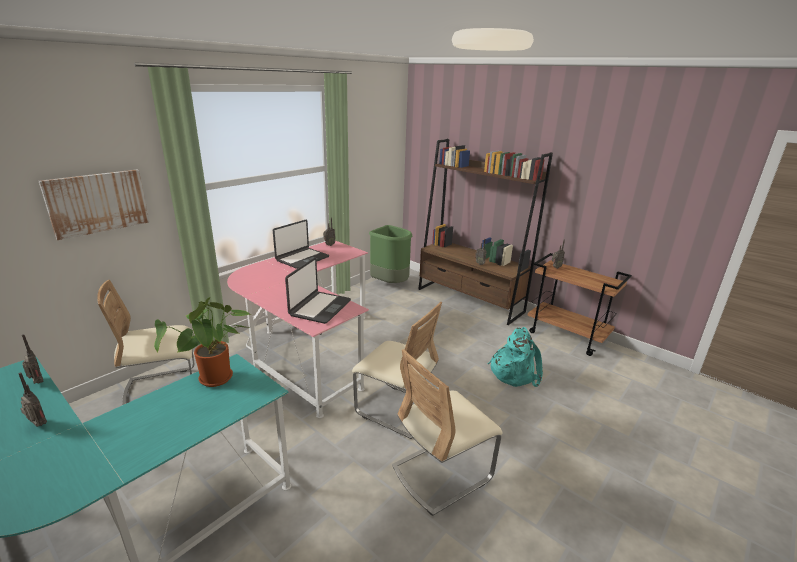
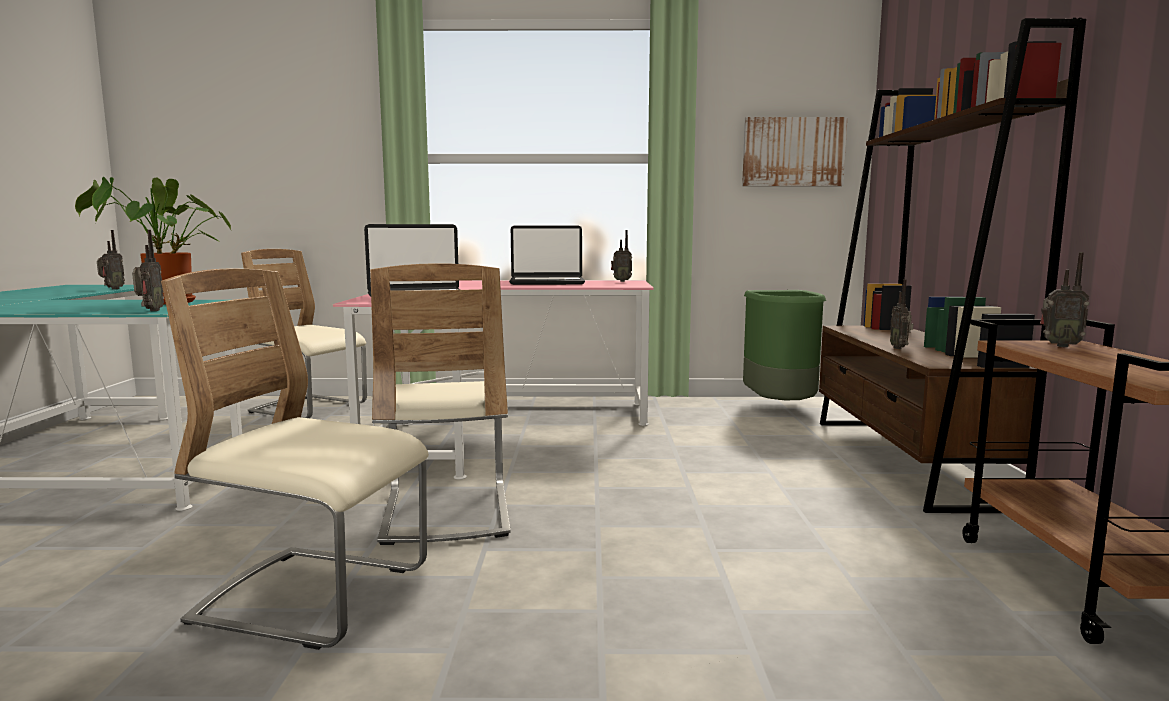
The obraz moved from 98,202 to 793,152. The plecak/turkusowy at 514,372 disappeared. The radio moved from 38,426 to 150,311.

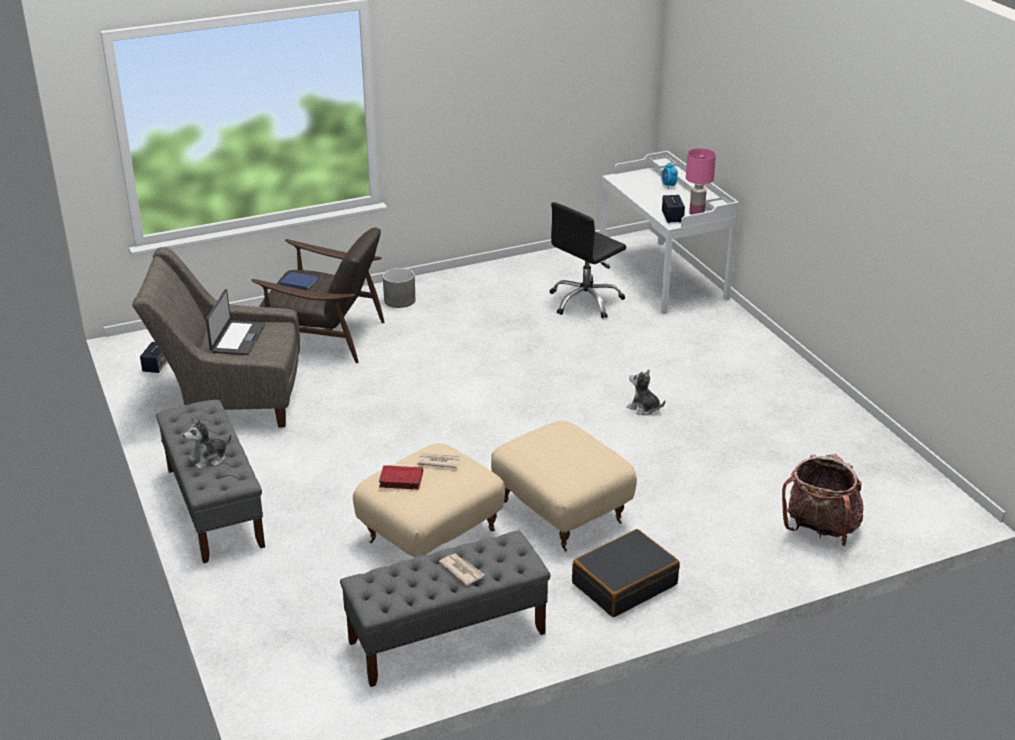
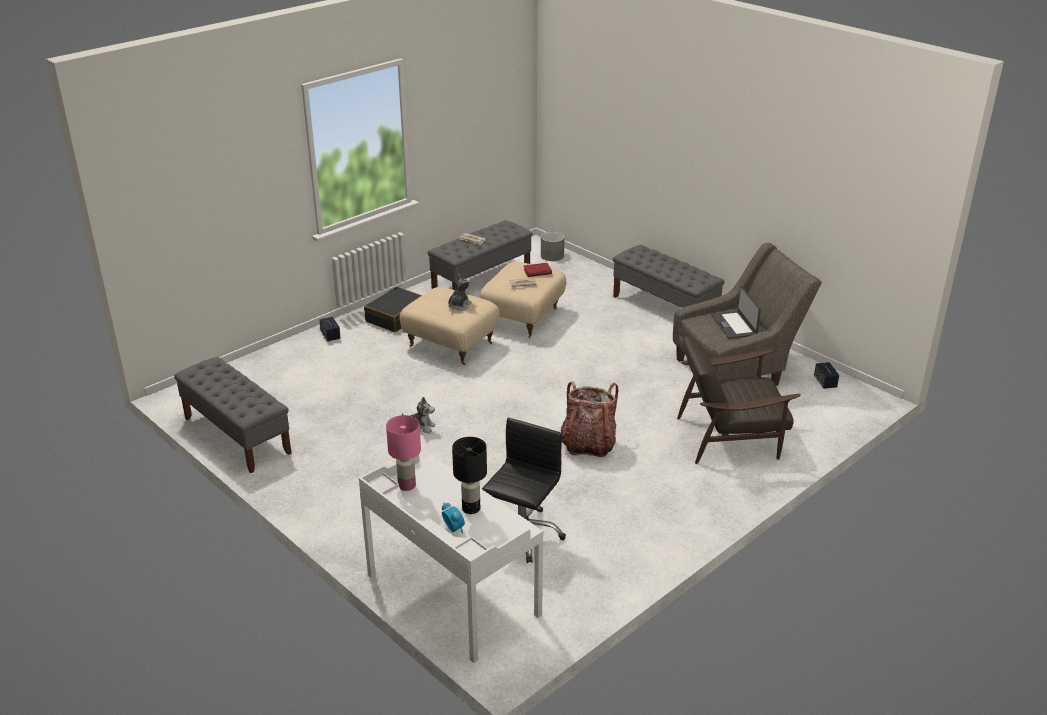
The głośnik moved from 672,217 to 330,336. The donica/szary moved from 399,300 to 552,256. The książka/niebieski at 298,282 disappeared. The pluszak moved from 209,459 to 459,305. The plecak moved from 820,529 to 588,444. The ławka/szary at 236,435 appeared. The lampa stołowa/czarny at 470,508 appeared.

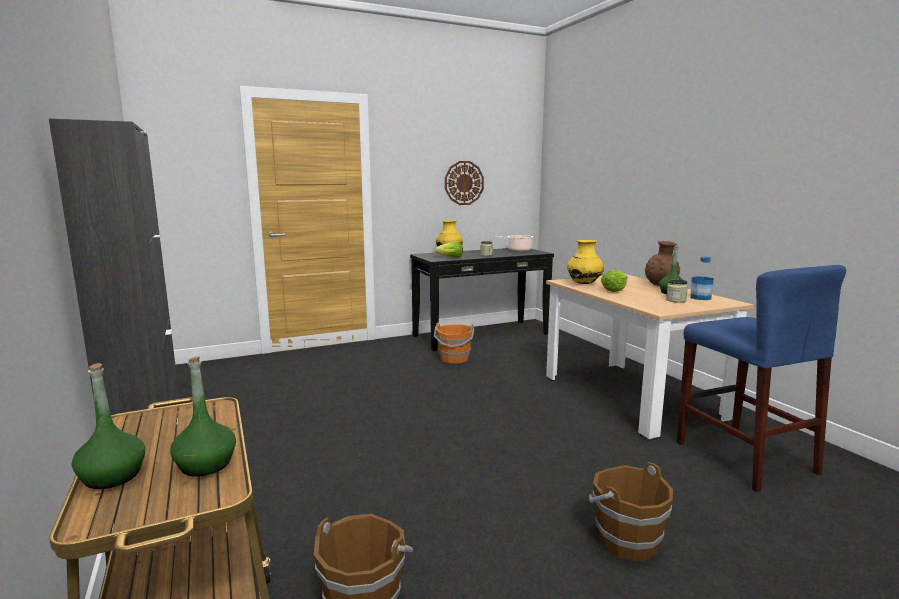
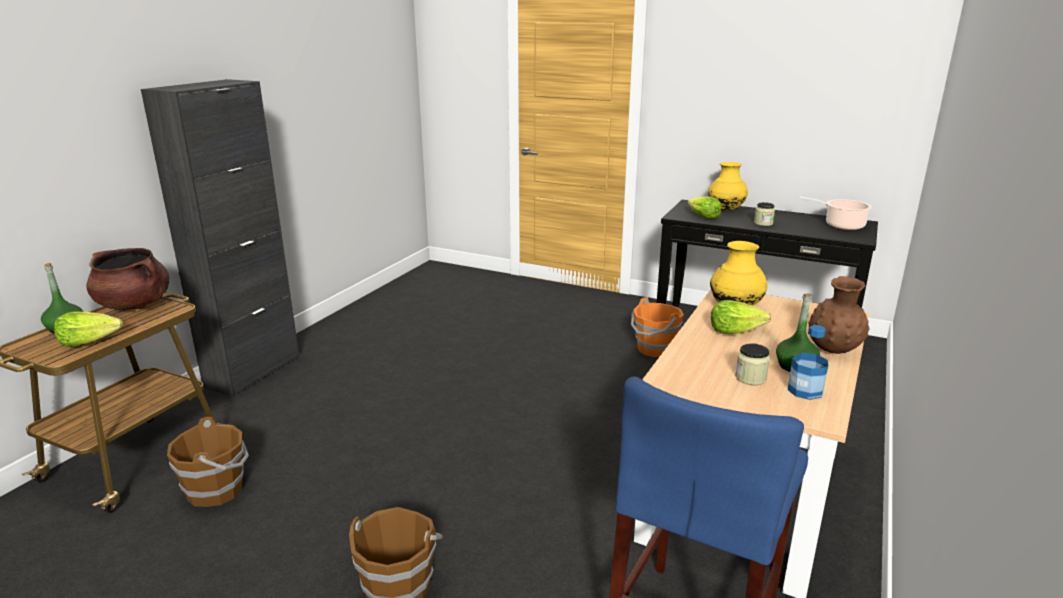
The zegar ścienny at 464,183 disappeared. The butelka/zielony at 205,465 was replaced by the sałata at 90,341. The garnek/brązowy at 135,305 appeared.

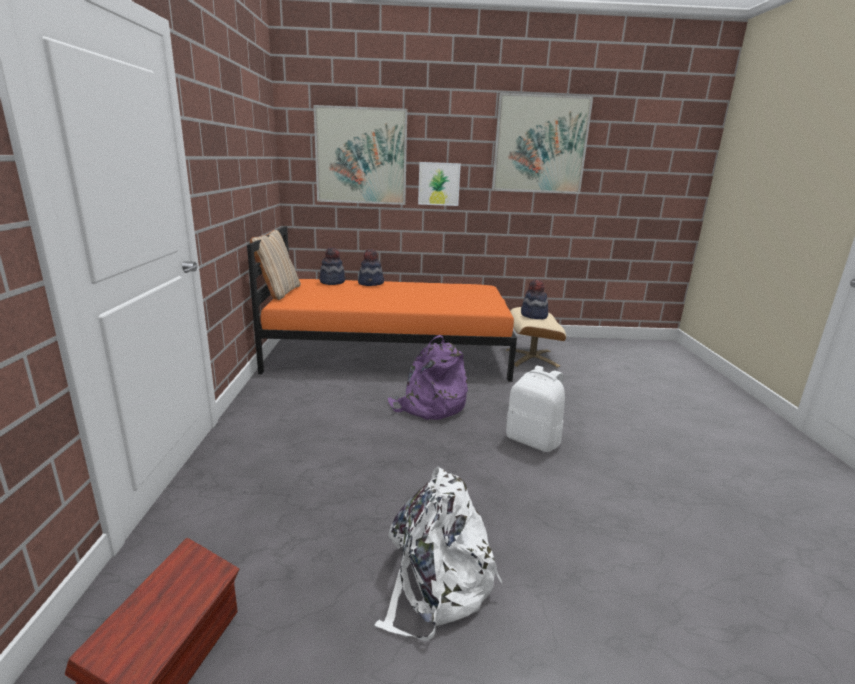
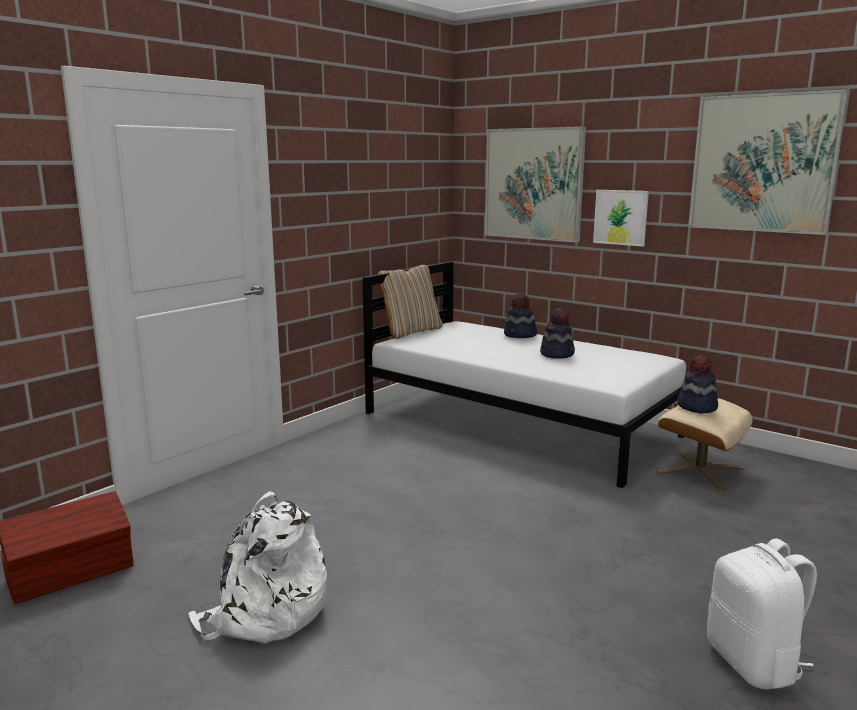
The łóżko/pomarańczowy at 389,353 became the łóżko/biały at 519,423. The kapelusz moved from 332,282 to 557,354. The plecak/fioletowy at 429,406 disappeared. The plecak/biały moved from 533,440 to 754,663.

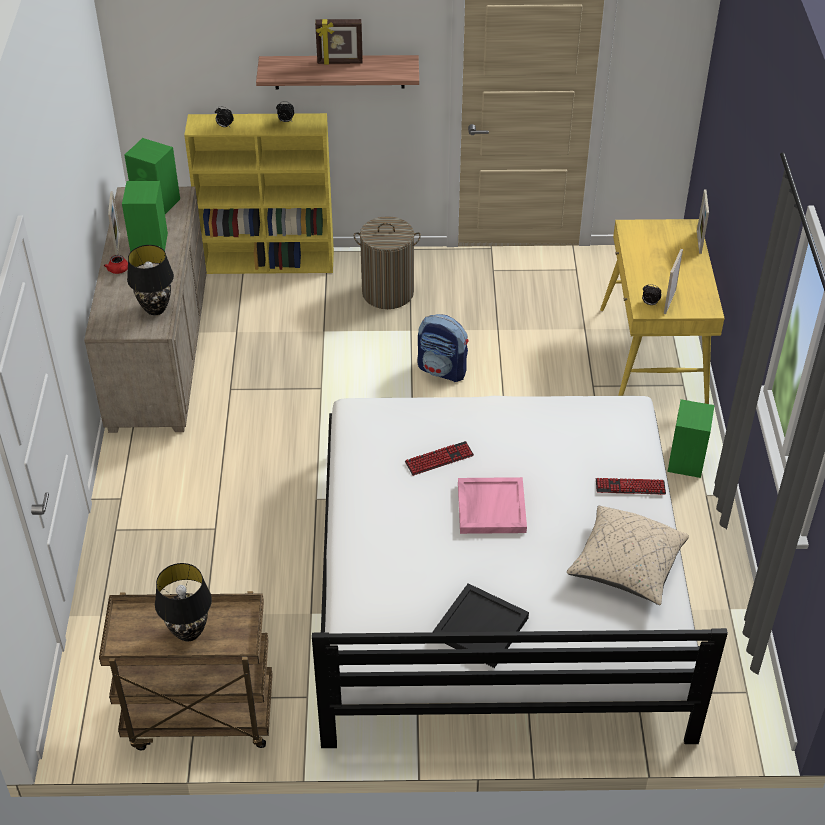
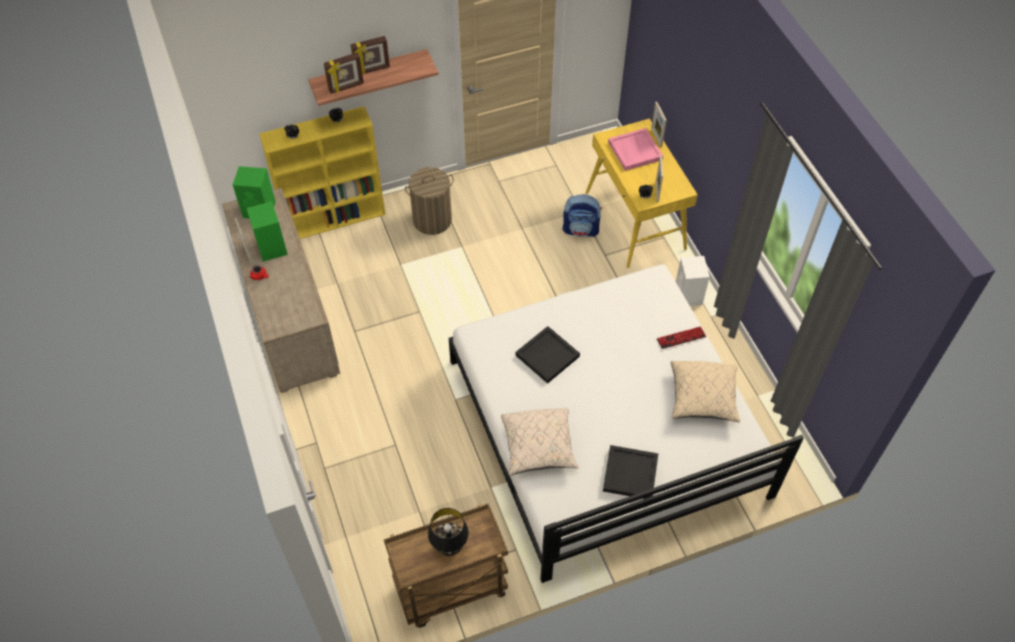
The lampa stołowa/czarny at 156,309 disappeared. The plecak moved from 443,370 to 581,230. The głośnik/zielony at 686,462 became the głośnik/biały at 688,296. The klawiatura at 439,459 was replaced by the taca/czarny at 547,355. The taca/różowy moved from 490,507 to 634,150. The ramka na zdjęcie at 346,87 appeared. The poduszka/beżowy at 538,447 appeared.

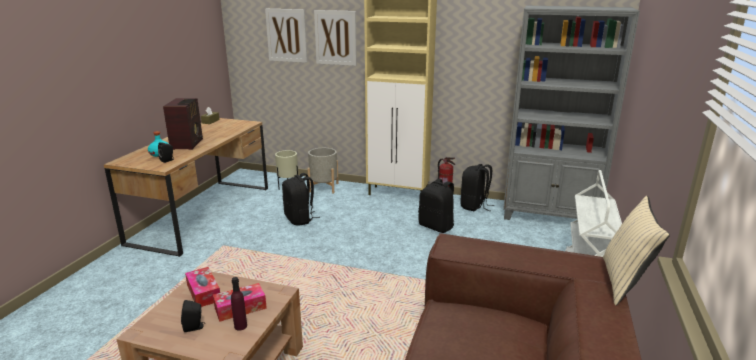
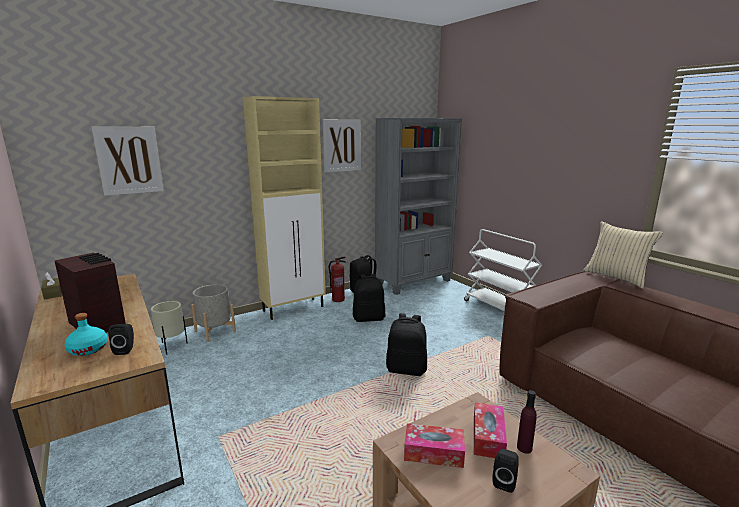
The obraz moved from 335,38 to 342,145. The plecak/czarny moved from 300,219 to 406,369.

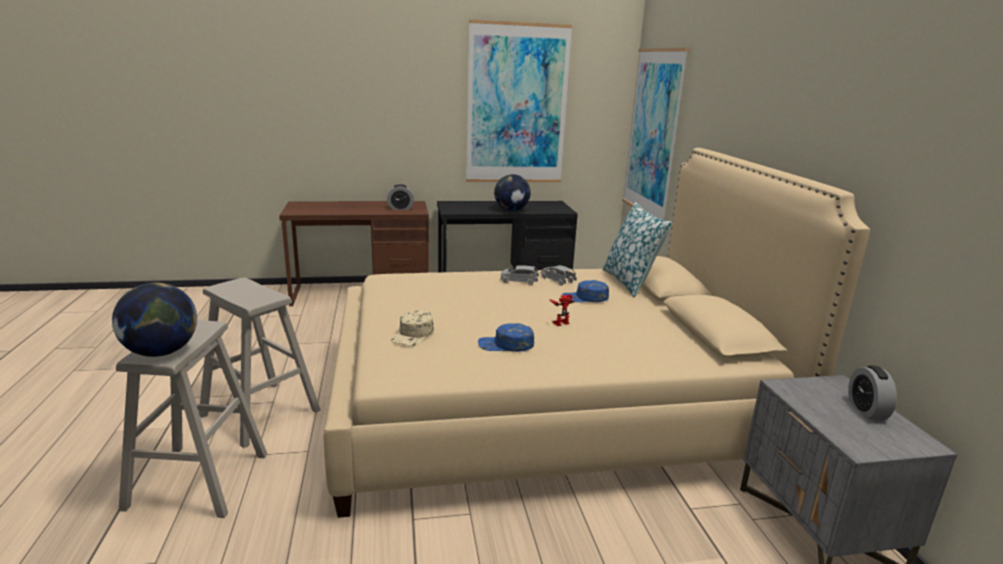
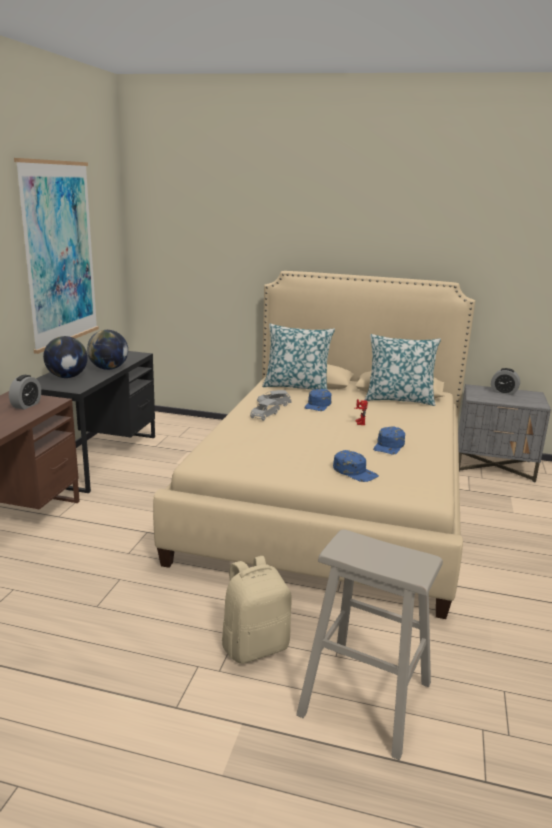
The obraz at 653,134 disappeared. The stołek/beżowy at 261,413 was replaced by the plecak/beżowy at 255,646. The globus moved from 161,352 to 67,377. The czapka z daszkiem/beżowy at 413,335 became the czapka z daszkiem/niebieski at 355,472. The poduszka at 399,399 appeared.

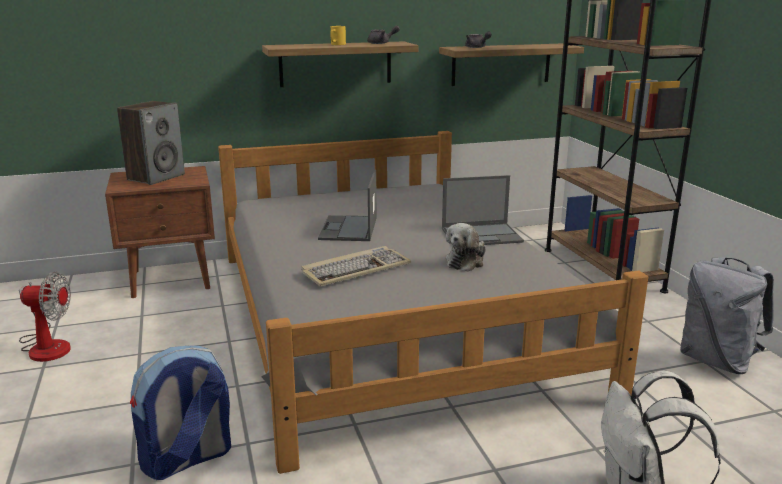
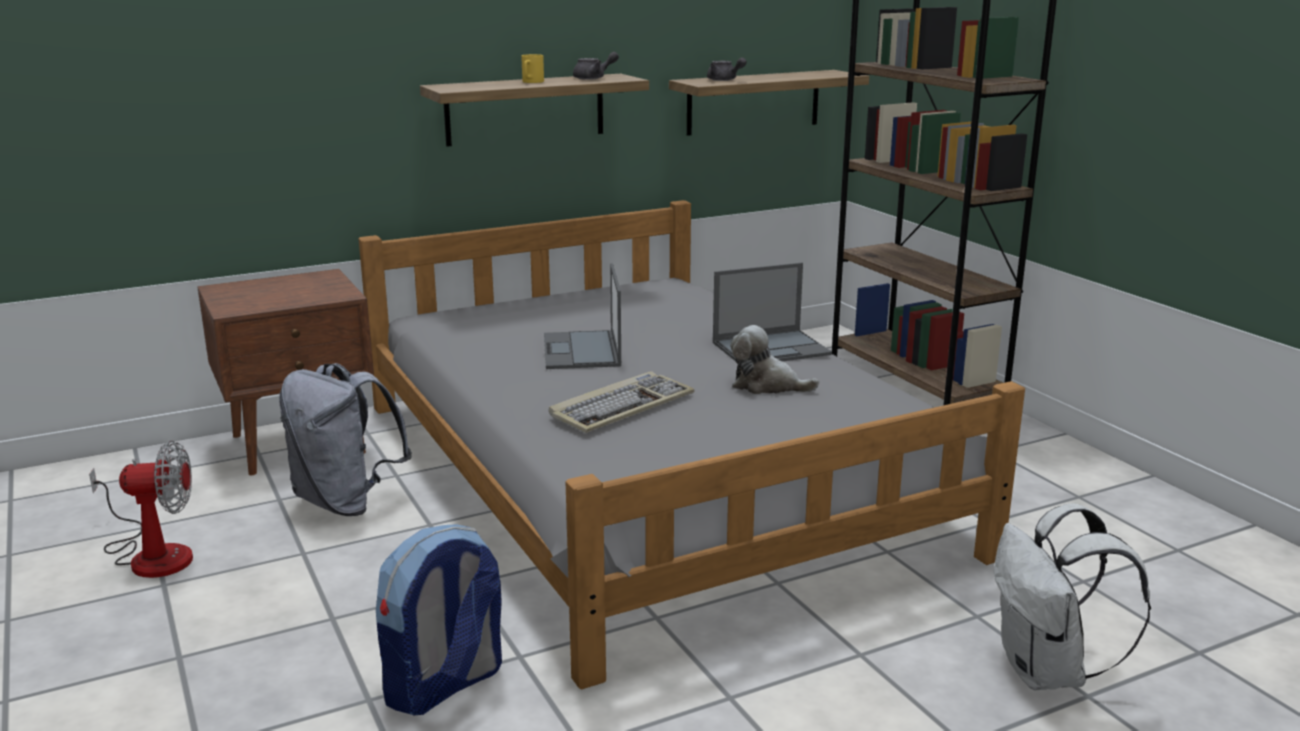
The głośnik at 156,177 disappeared. The pluszak at 466,261 turned 90 degrees clockwise. The plecak/szary moved from 717,361 to 346,502.

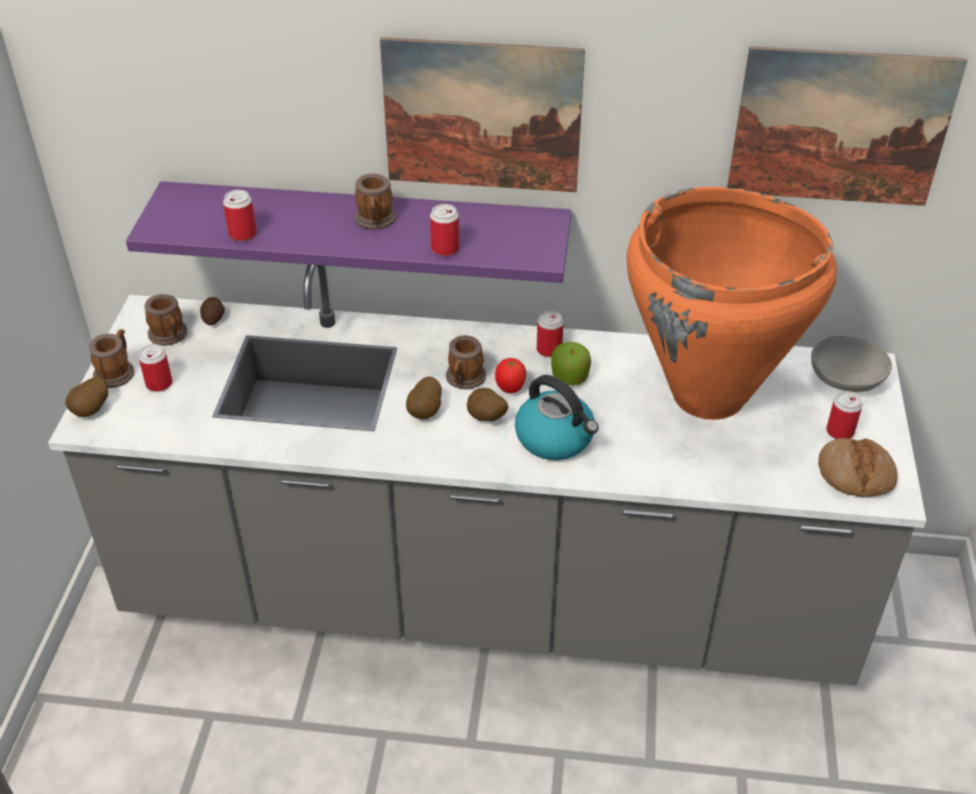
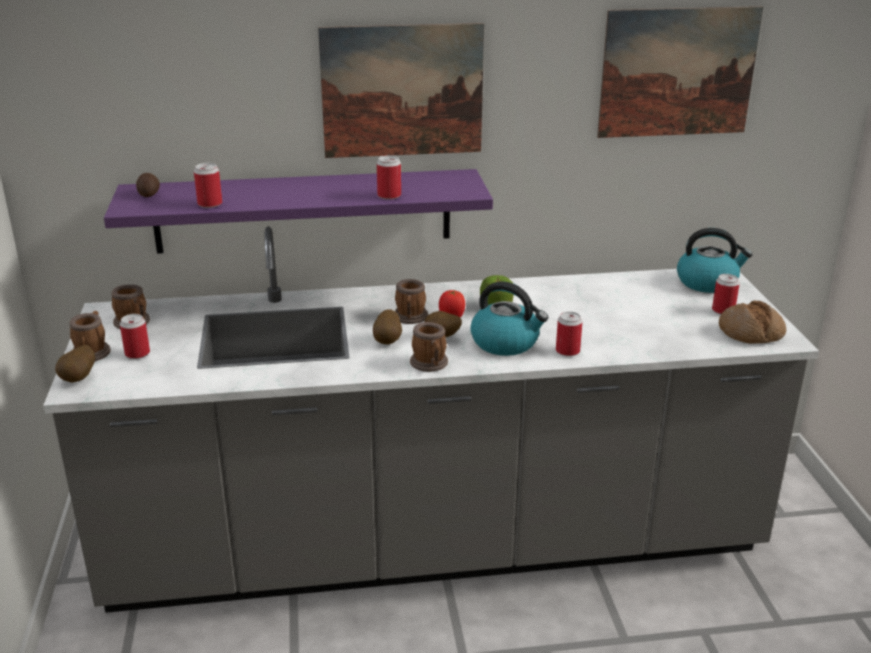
The kubek moved from 375,221 to 430,365. The wazon/pomarańczowy at 707,395 disappeared. The ziemniak moved from 214,318 to 149,194. The puszka moved from 549,350 to 567,351. The miska/szary at 845,379 was replaced by the czajnik at 707,282.

